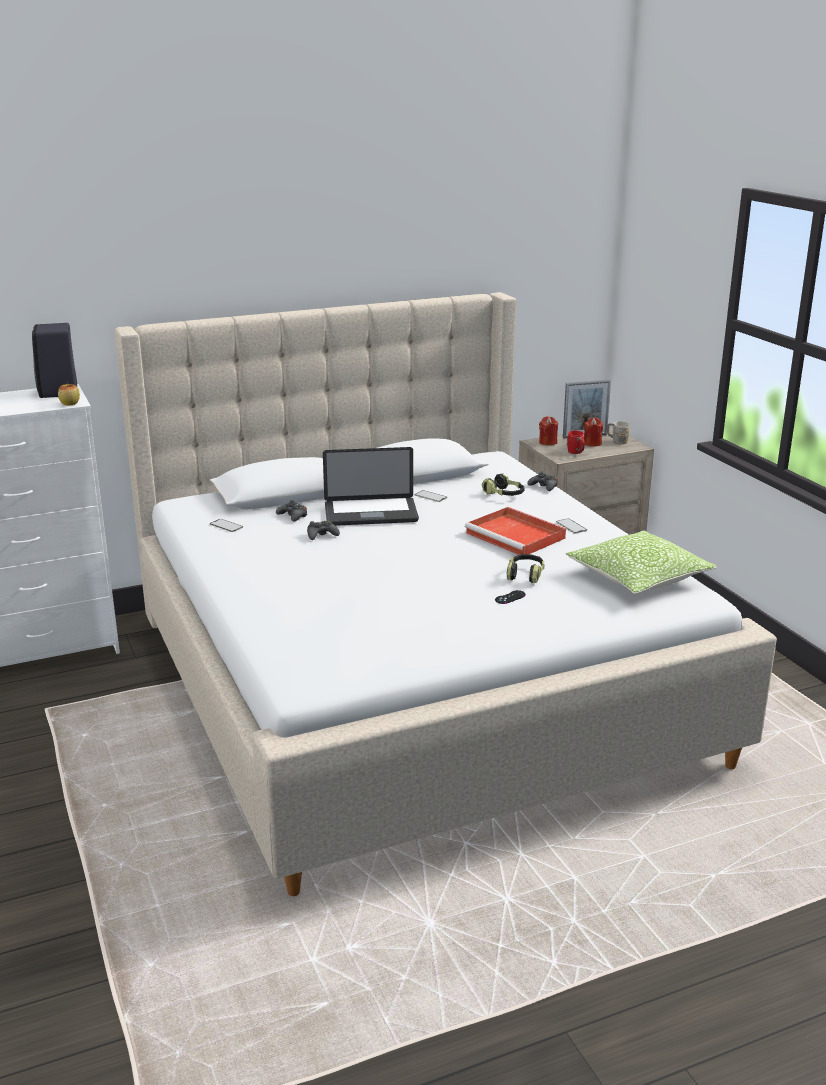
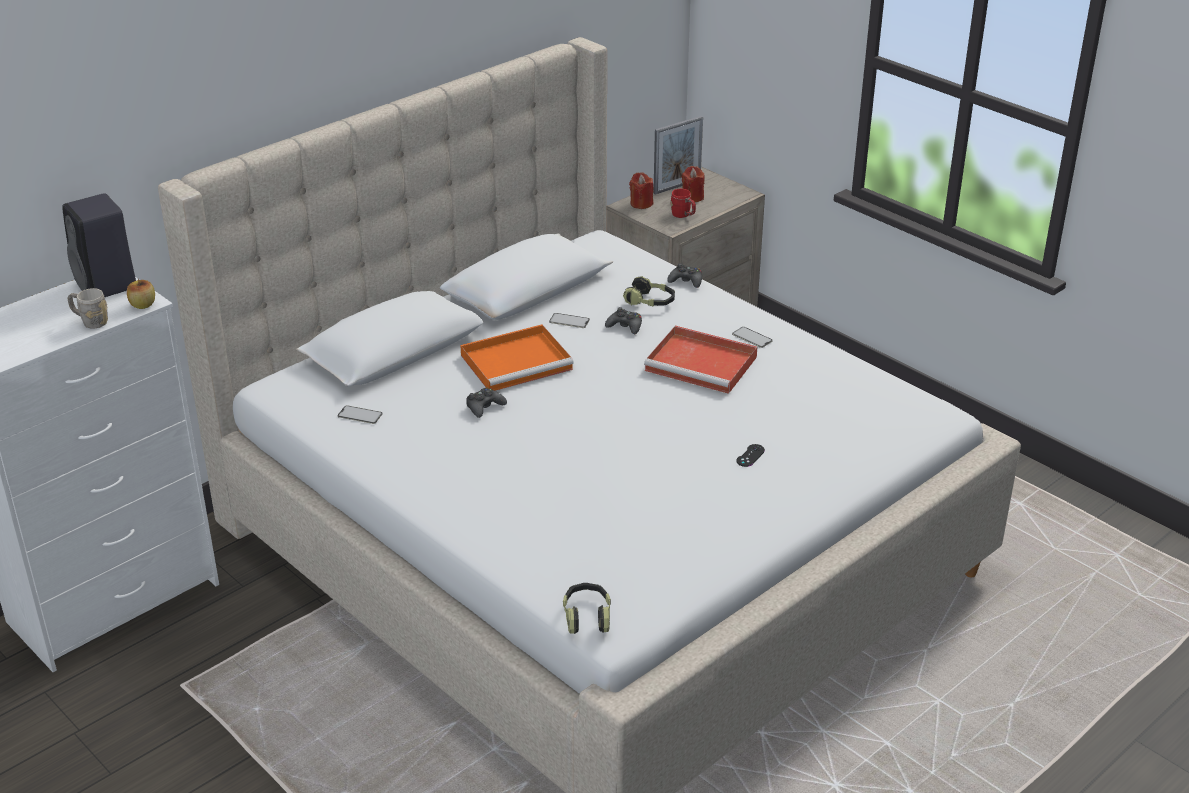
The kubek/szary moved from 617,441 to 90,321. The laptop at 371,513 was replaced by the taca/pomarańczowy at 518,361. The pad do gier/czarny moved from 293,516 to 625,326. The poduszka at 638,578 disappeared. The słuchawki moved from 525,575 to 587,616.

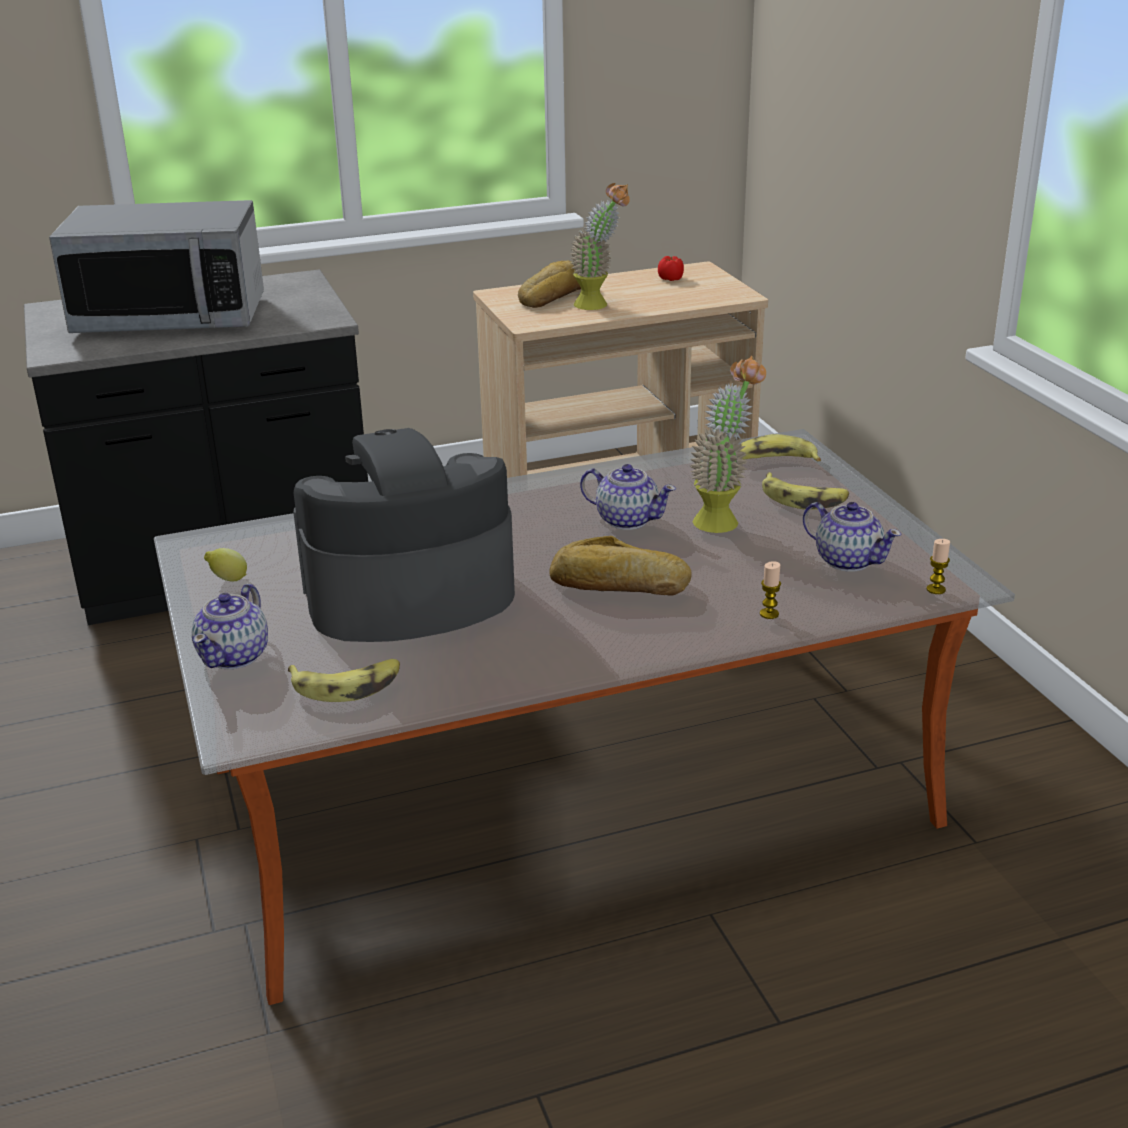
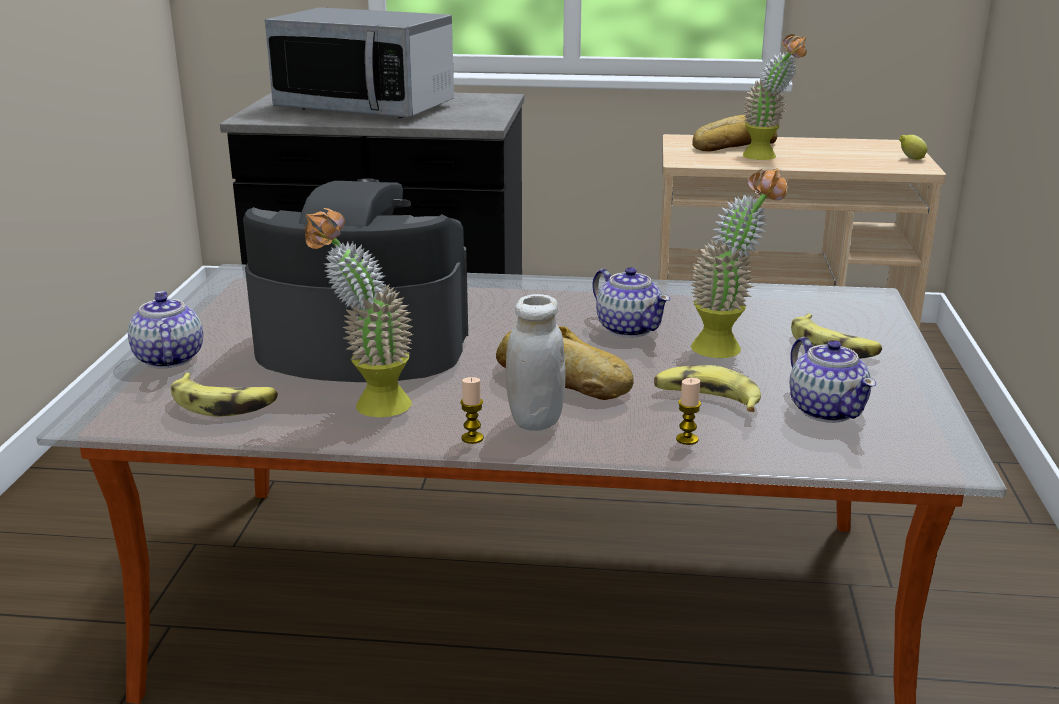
The pomidor at 671,279 disappeared. The banan moved from 775,460 to 706,399. The świeca moved from 936,589 to 472,438. The cytryna moved from 228,580 to 911,159. The imbryk at 235,656 turned 120 degrees clockwise. The roślina doniczkowa at 368,405 appeared. The słoik/biały at 535,420 appeared.

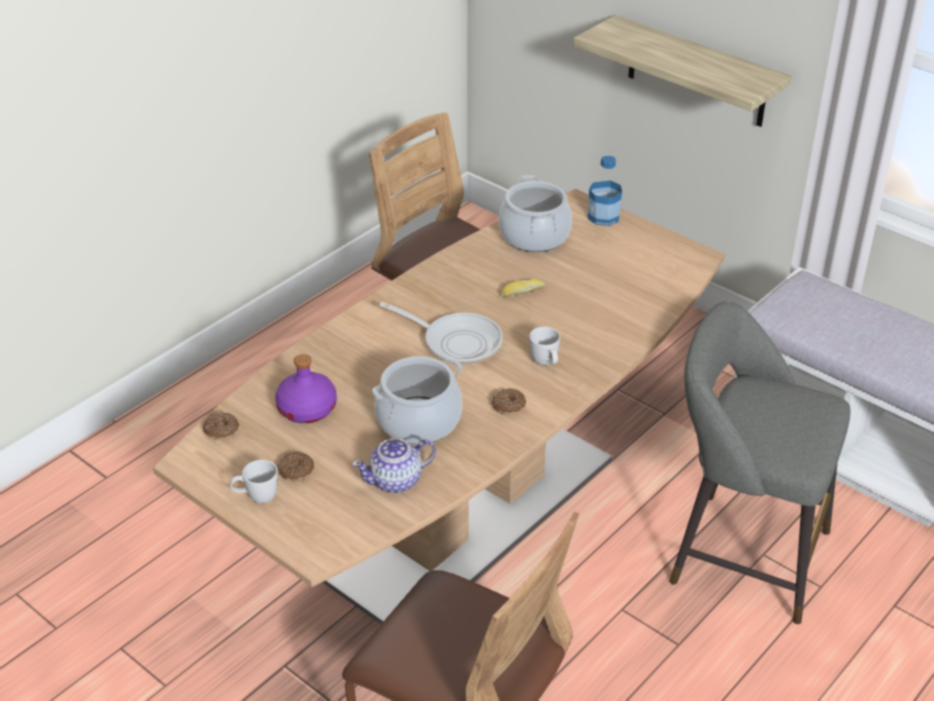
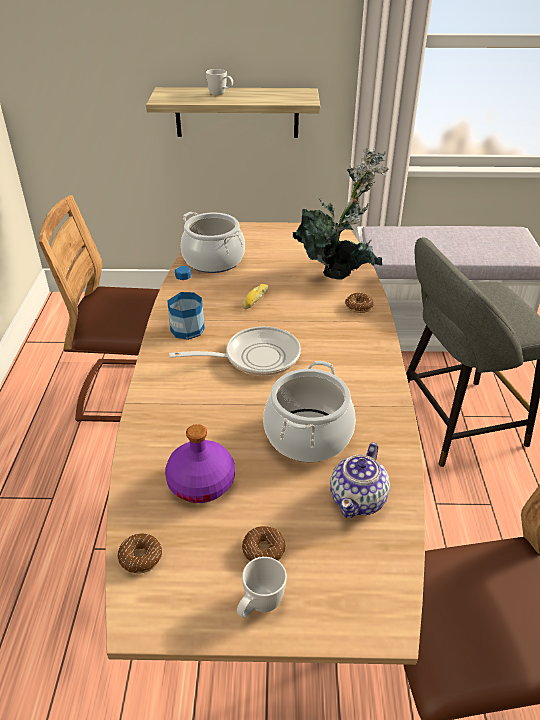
The butelka moved from 603,217 to 187,329. The kubek/biały moved from 546,363 to 220,94. The donut moved from 508,406 to 359,307. The roślina doniczkowa at 338,271 appeared.

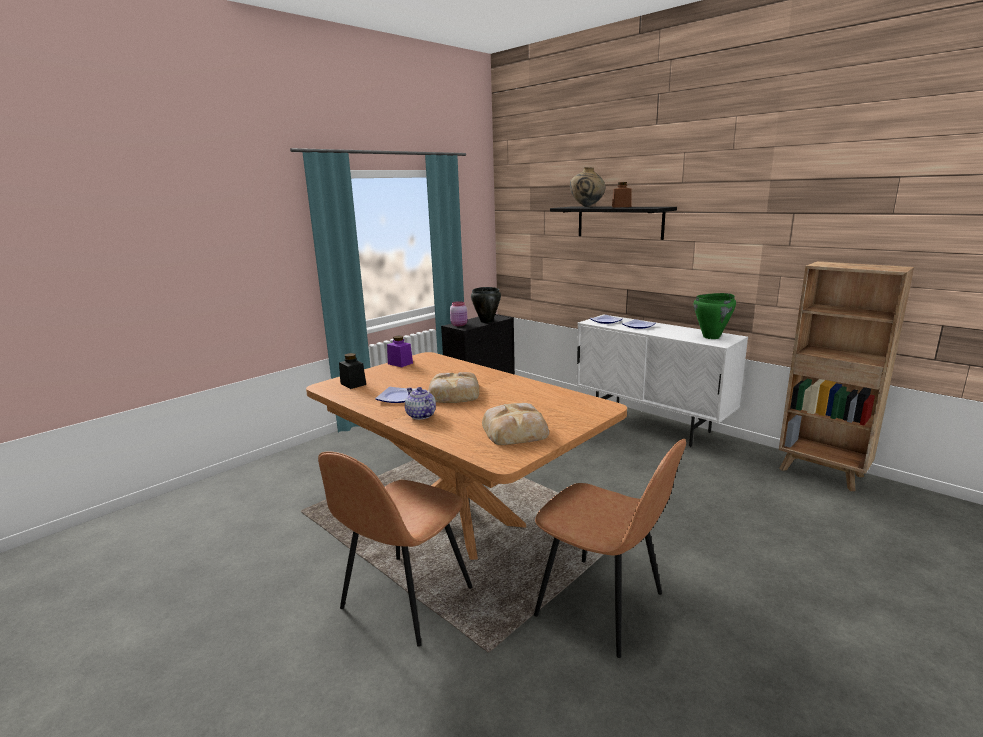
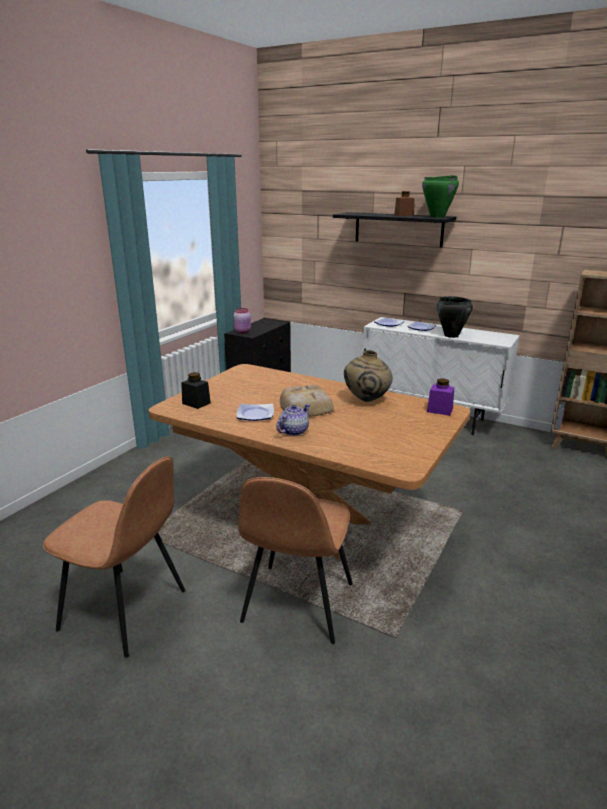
The wazon/beżowy moved from 587,207 to 366,400. The garnek/czarny moved from 486,321 to 451,335. The garnek/zielony moved from 711,337 to 437,217. The słoik/fioletowy moved from 400,363 to 439,410. The imbryk at 421,415 turned 90 degrees clockwise. The chleb at 515,430 disappeared. The krzesło/brązowy moved from 602,606 to 126,611.

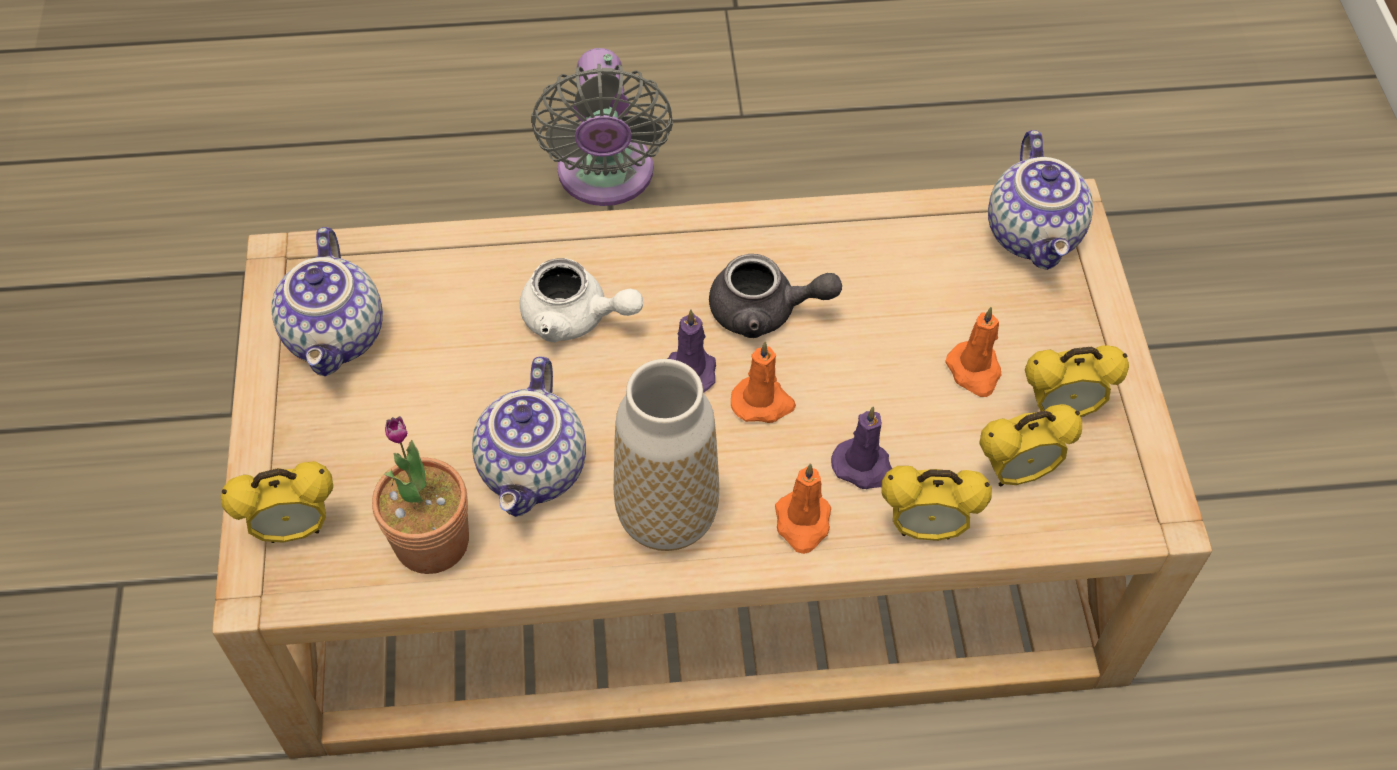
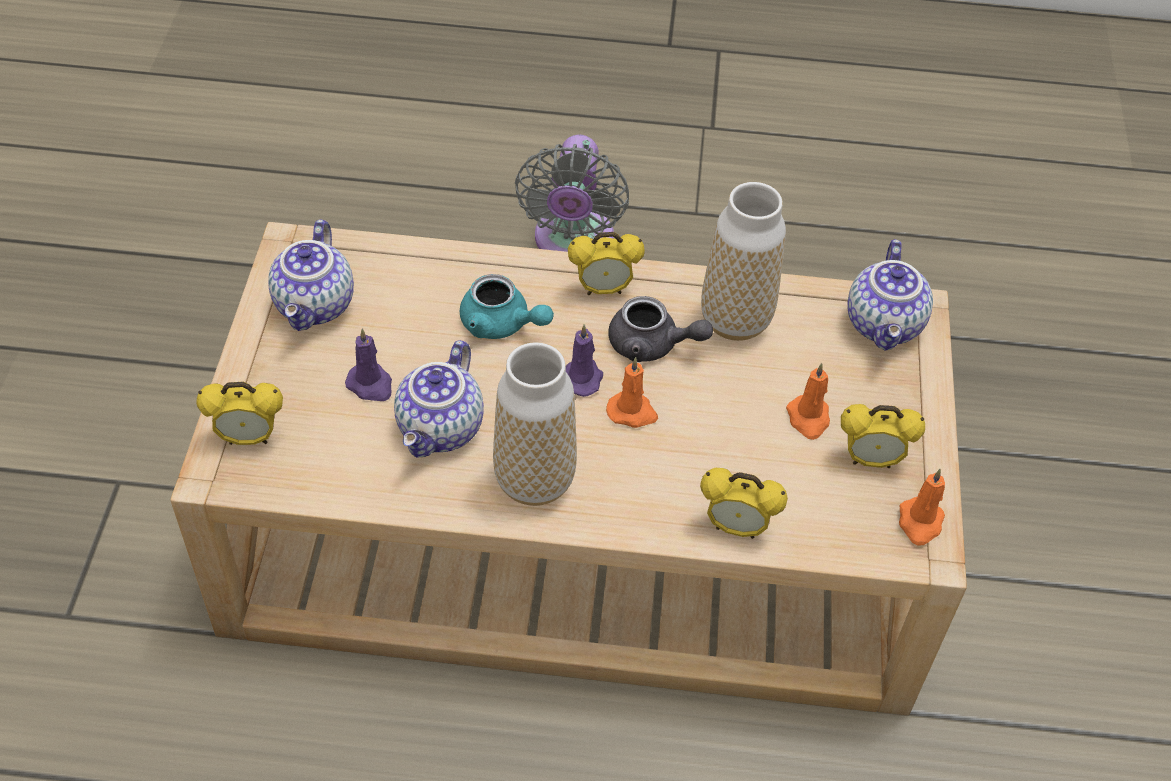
The imbryk/biały at 575,318 became the imbryk/turkusowy at 501,325. The budzik moved from 1016,473 to 603,289. The świeca/fioletowy moved from 864,467 to 371,385. The roślina doniczkowa at 432,541 disappeared. The świeca/pomarańczowy moved from 802,523 to 920,523. The wazon at 735,320 appeared.

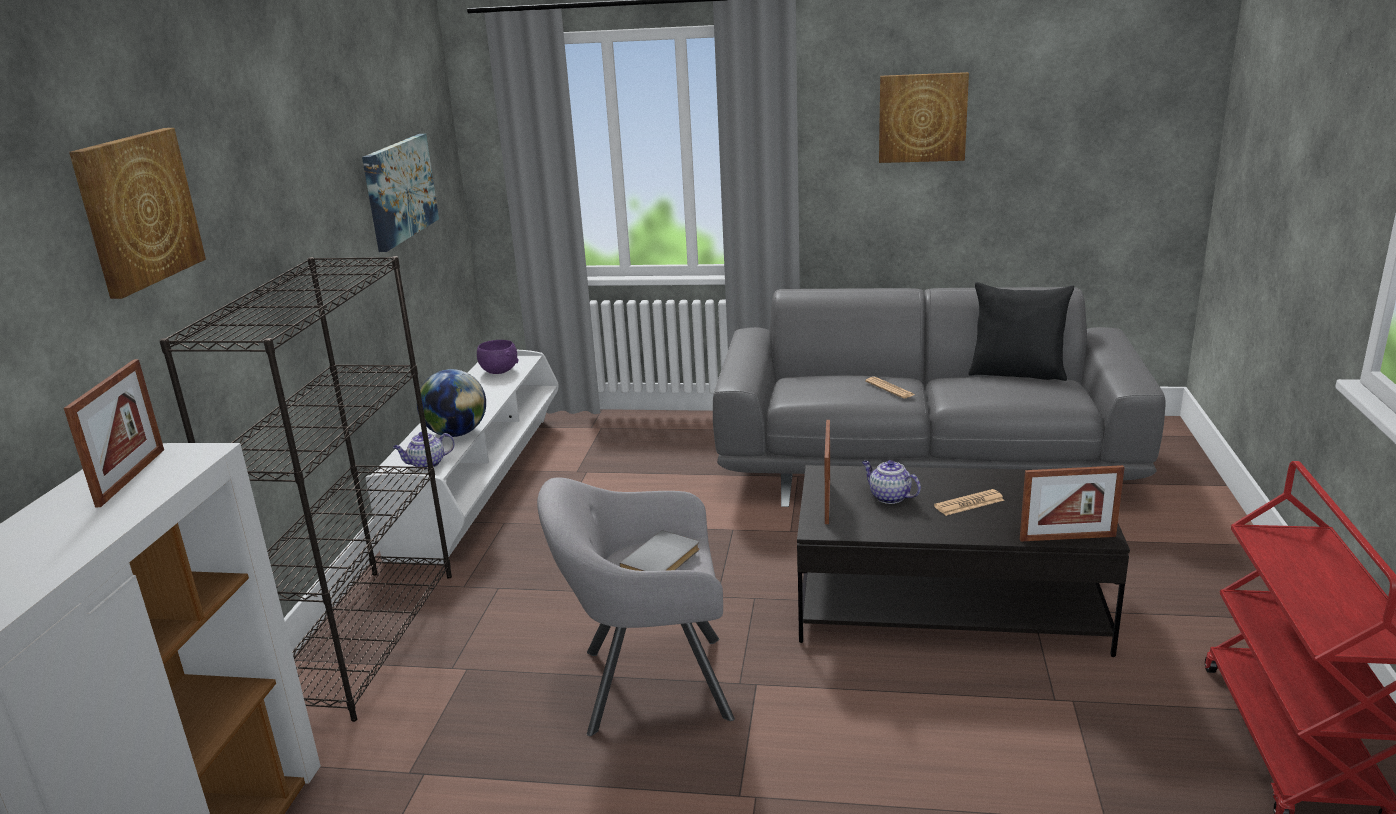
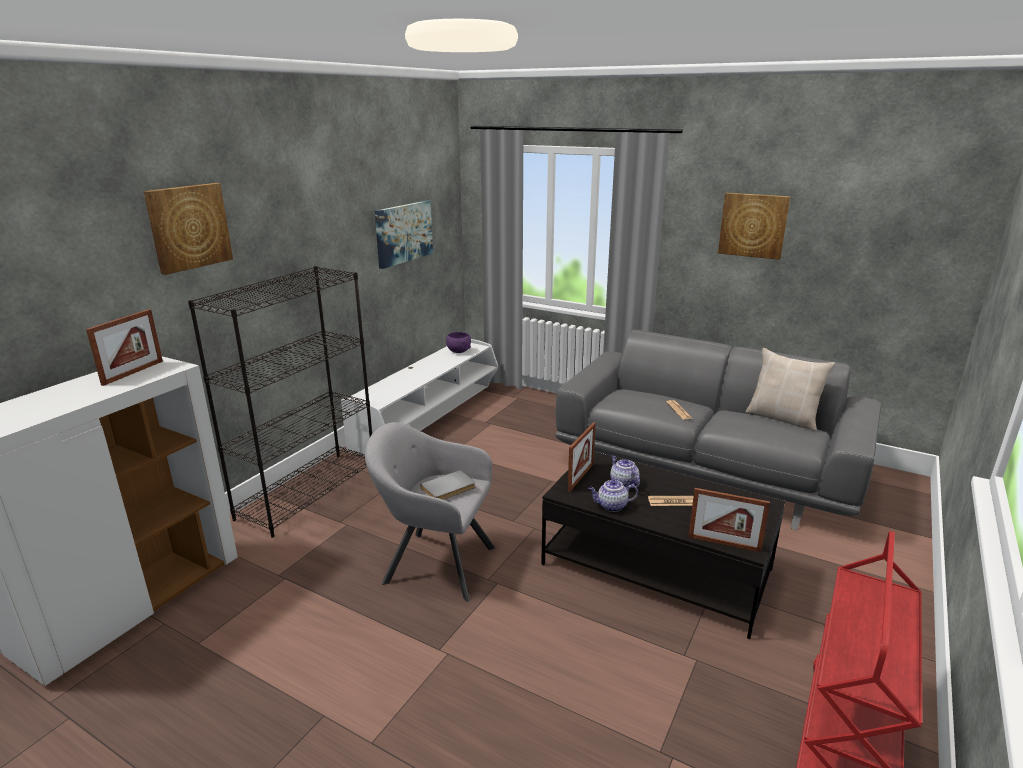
The poduszka/czarny at 1017,373 became the poduszka/beżowy at 783,418. The globus at 456,433 disappeared. The imbryk moved from 426,464 to 611,506.

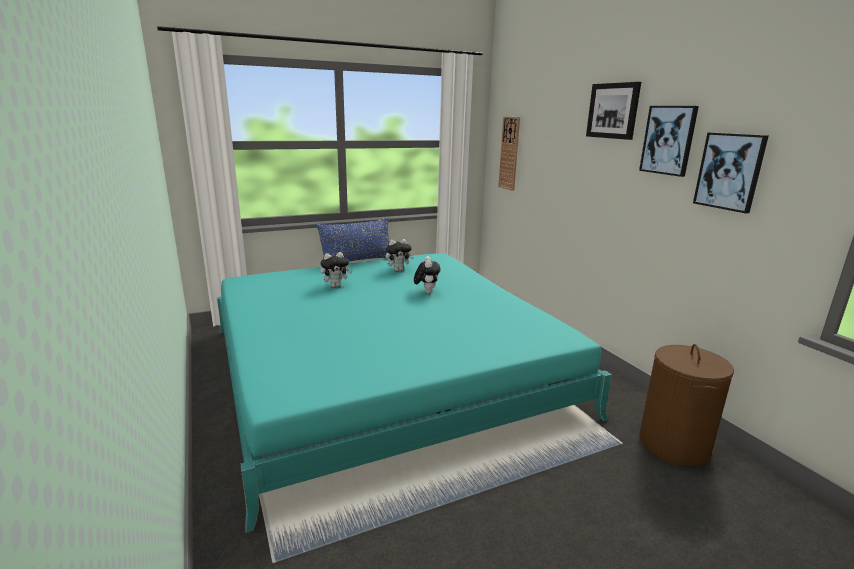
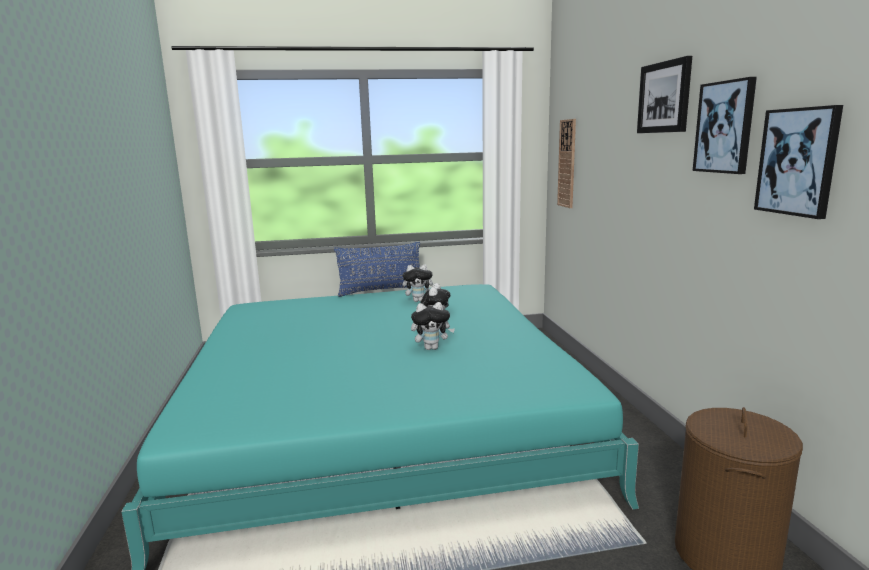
The pluszak moved from 336,286 to 432,348.

